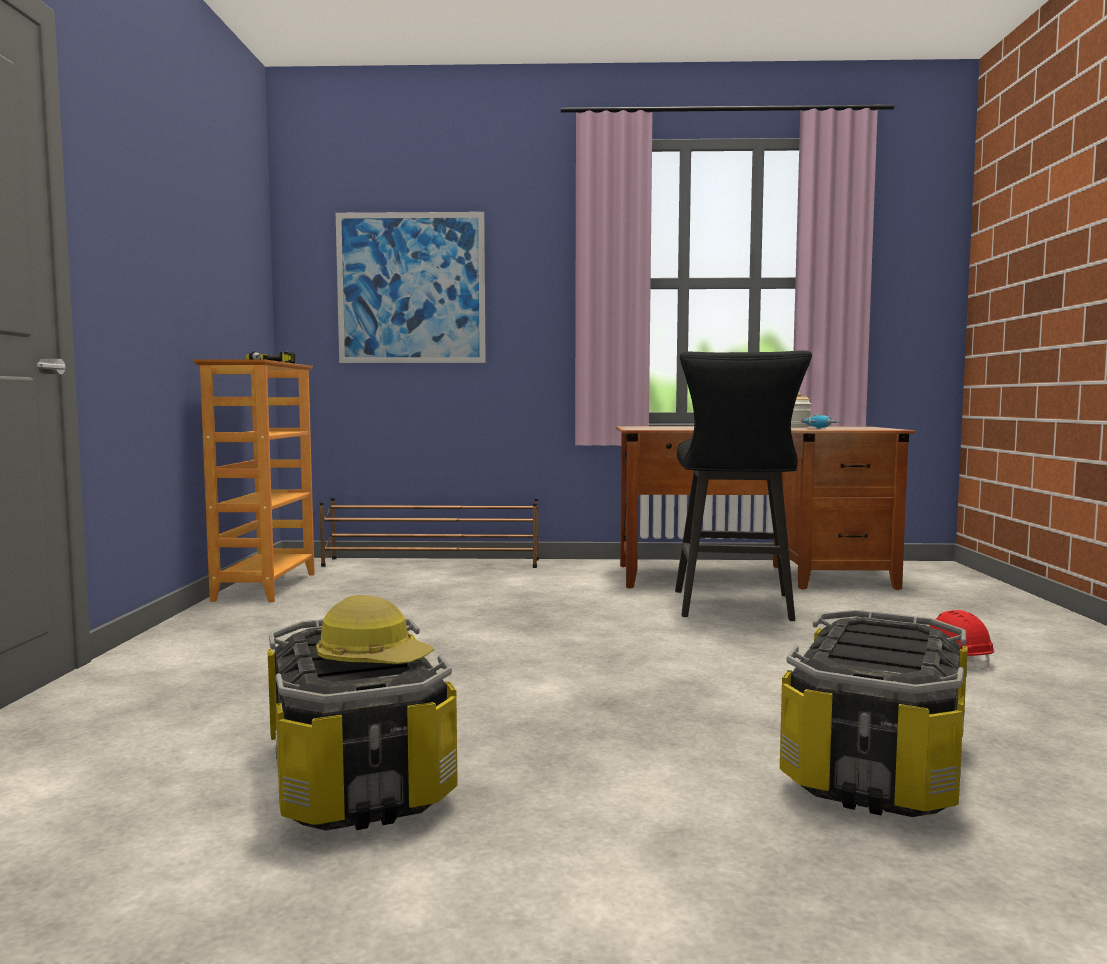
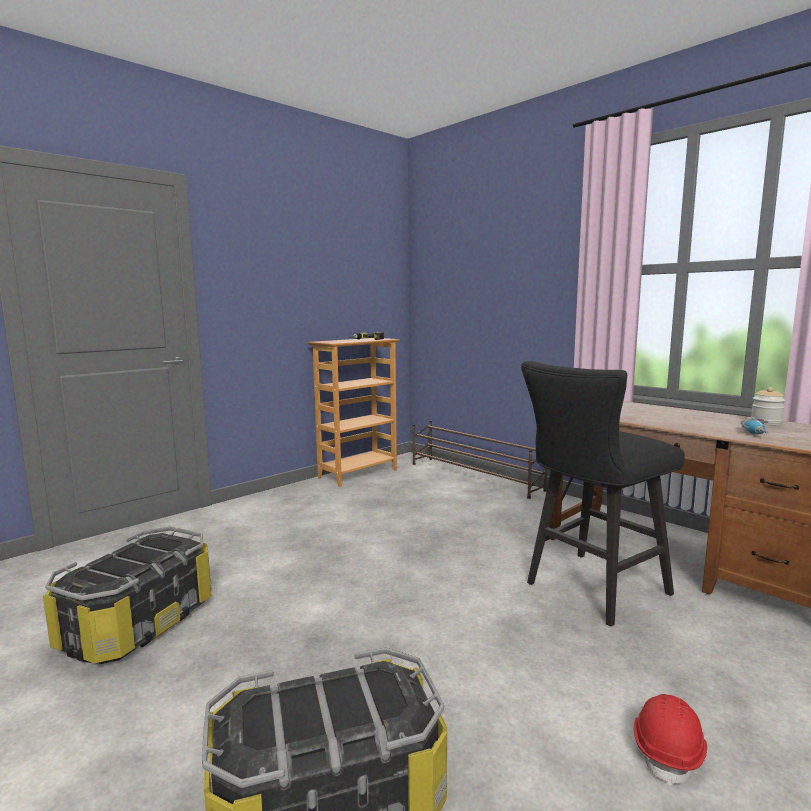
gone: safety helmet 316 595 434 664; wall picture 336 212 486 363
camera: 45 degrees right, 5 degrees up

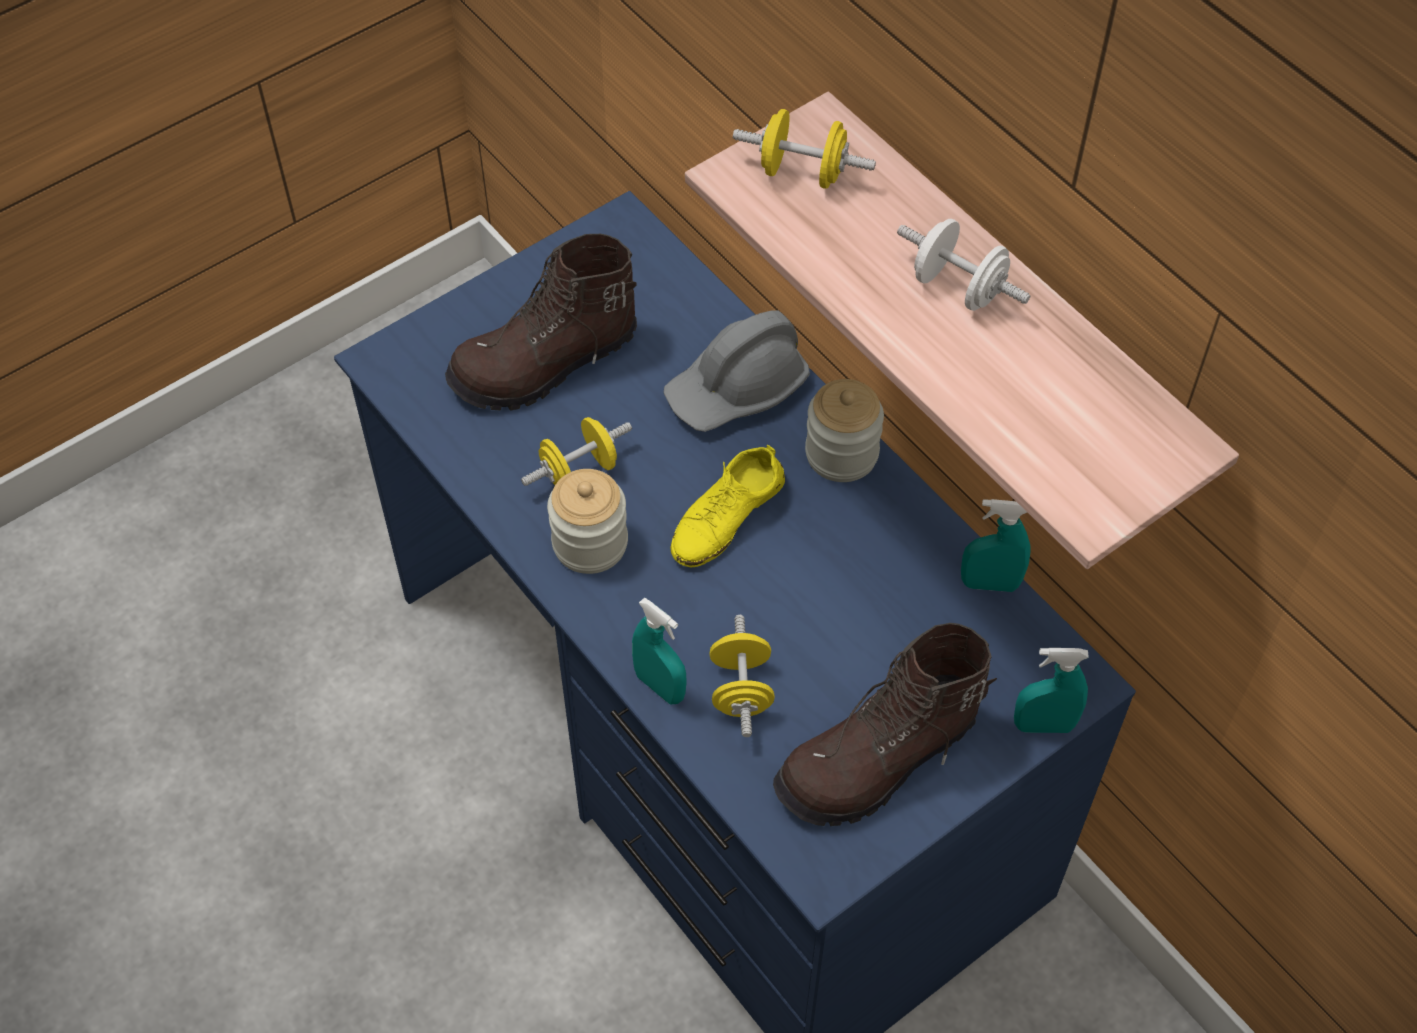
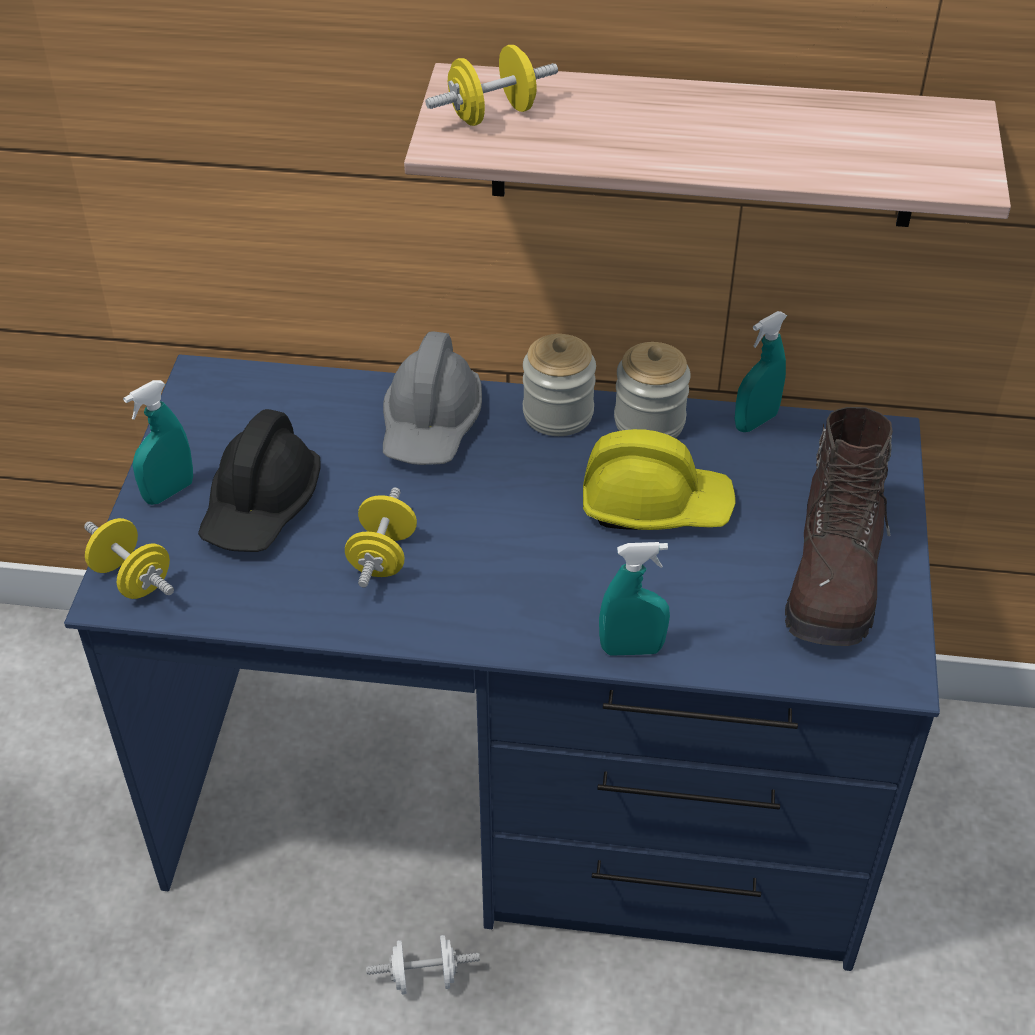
gone: item of footwear (yellowish) 670 445 785 567
new: safety helmet (yellowish) 583 429 736 530
shifted: preserve jar 547 469 628 574 to 614 342 691 438; dumbbell (yellowish) 709 615 775 737 to 84 518 174 599; dumbbell (white-coloured) 897 219 1030 311 to 366 935 480 994; spray bottle (blue-green) 1014 648 1089 733 to 123 380 193 505
swapped: high-top boot (brownish) 445 234 637 411 to safety helmet (blackish) 198 409 321 552
camera: 45 degrees left, 10 degrees down

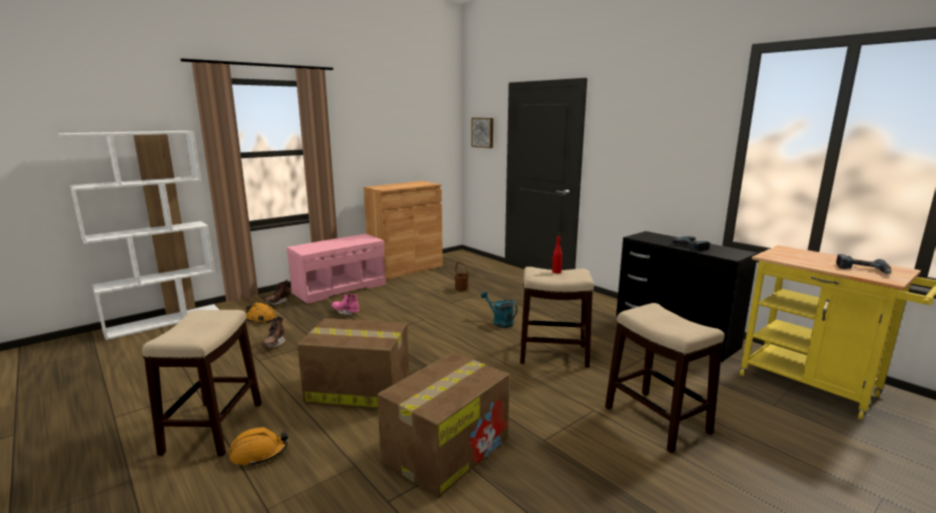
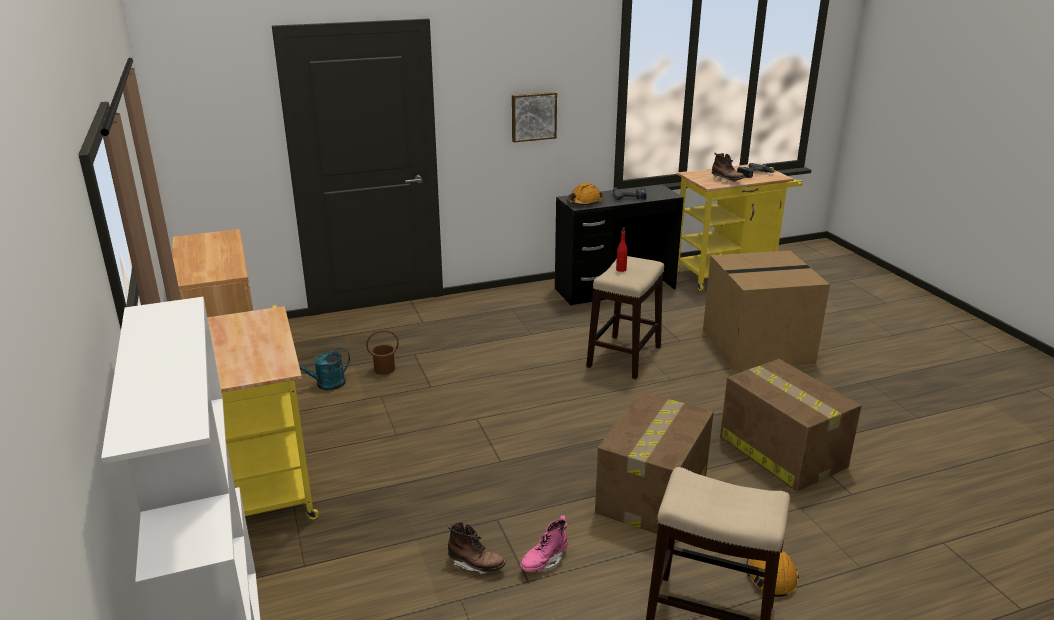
shifted: safety helmet (orange) 246 303 276 323 to 567 183 603 205; high-top boot (brownish) 264 280 291 305 to 712 153 745 182; high-top boot (pink-coloured) 332 294 359 316 to 520 515 568 572; wall picture 471 118 493 148 to 512 92 557 142; watering can (blue-green) 481 291 518 328 to 299 347 350 390
swapped: indoor bench (pink-coloured) 286 234 386 304 to wheeled cart (yellowish) 207 305 319 519; stool seat 605 303 724 453 to packing box 703 250 830 371
camera: 70 degrees left, 10 degrees up

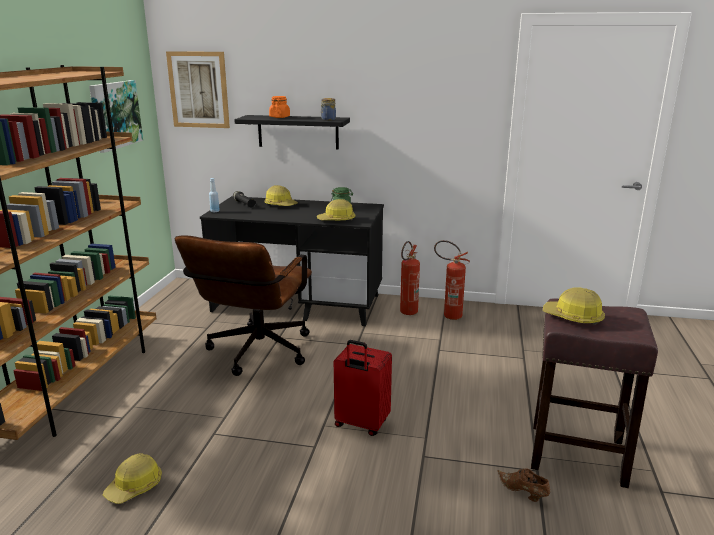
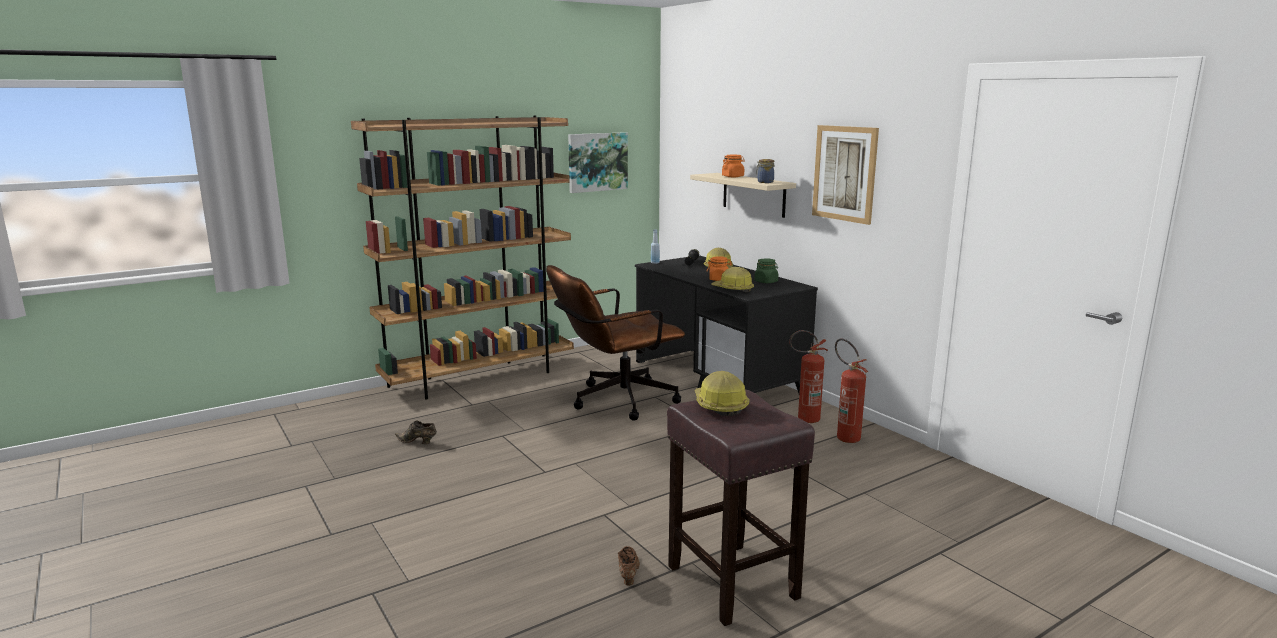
gone: piece of luggage (red-coloured) 334 340 392 436
new: preserve jar (orange) 707 256 732 281
shifted: wall picture 166 51 230 128 to 812 125 879 225
swapped: safety helmet 103 453 162 504 to item of footwear (brownish) 395 421 437 444
repainted: wall shelf (blackish) 234 115 350 150 to wall shelf (beige) 690 173 796 218
camera: 45 degrees right, 5 degrees down

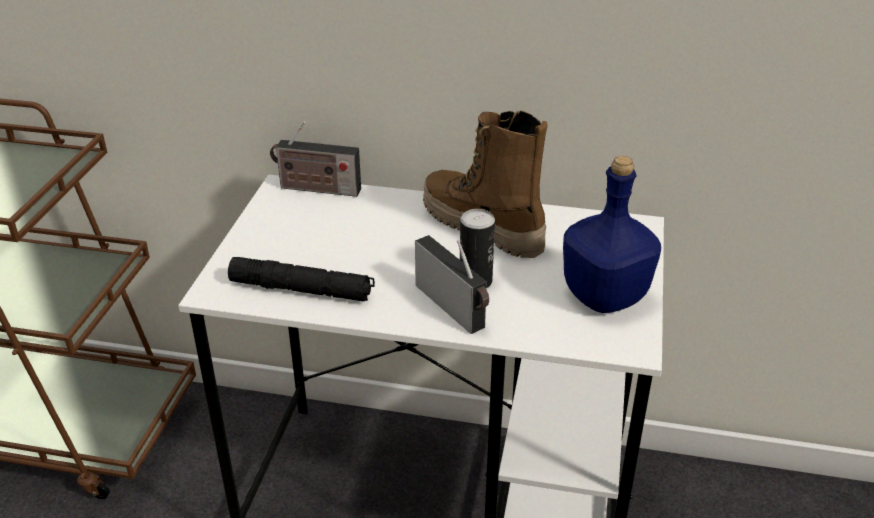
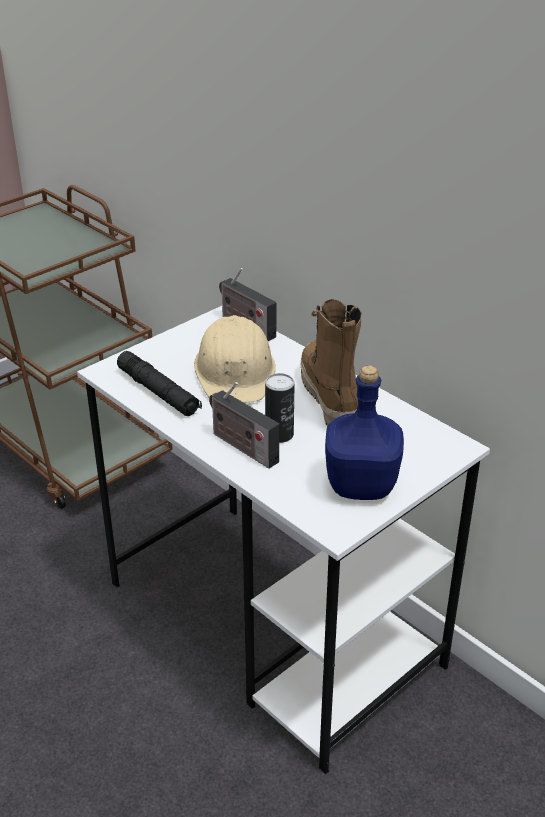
new: safety helmet (beige) 194 315 276 403
rotated: radio receiver 415 235 489 334 = 209 382 279 468 135 degrees clockwise
camera: 35 degrees right, 0 degrees up

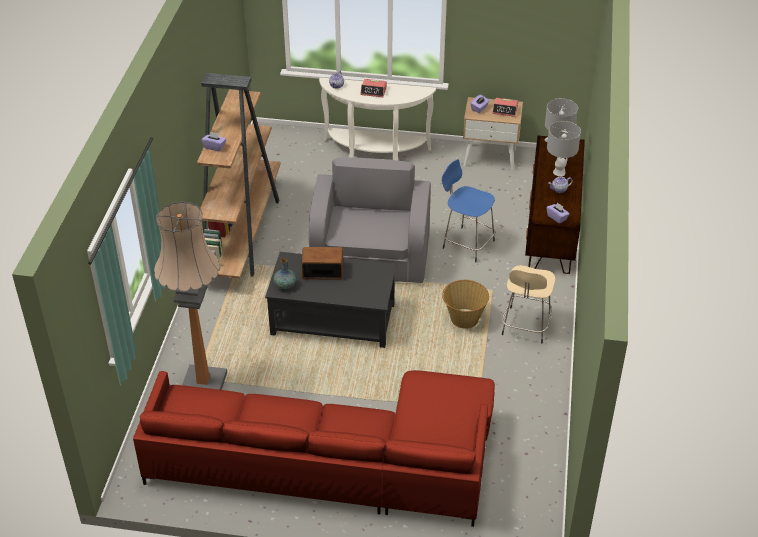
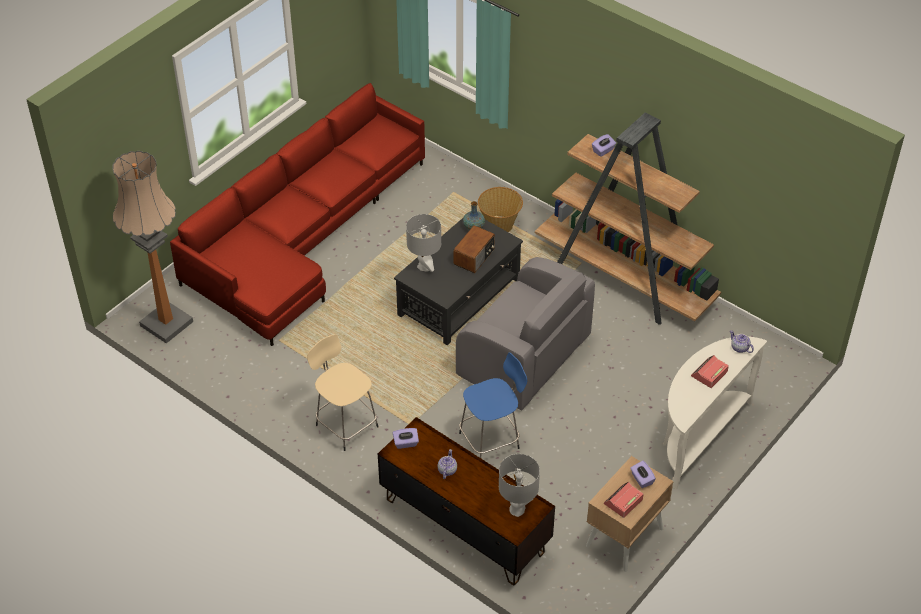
shifted: standing lamp 154 201 227 390 to 112 151 193 343; storage basket 442 280 489 329 to 478 187 523 232; lamp for a table (greyish) 547 121 581 176 to 406 214 441 272
camera: 120 degrees right, 5 degrees up

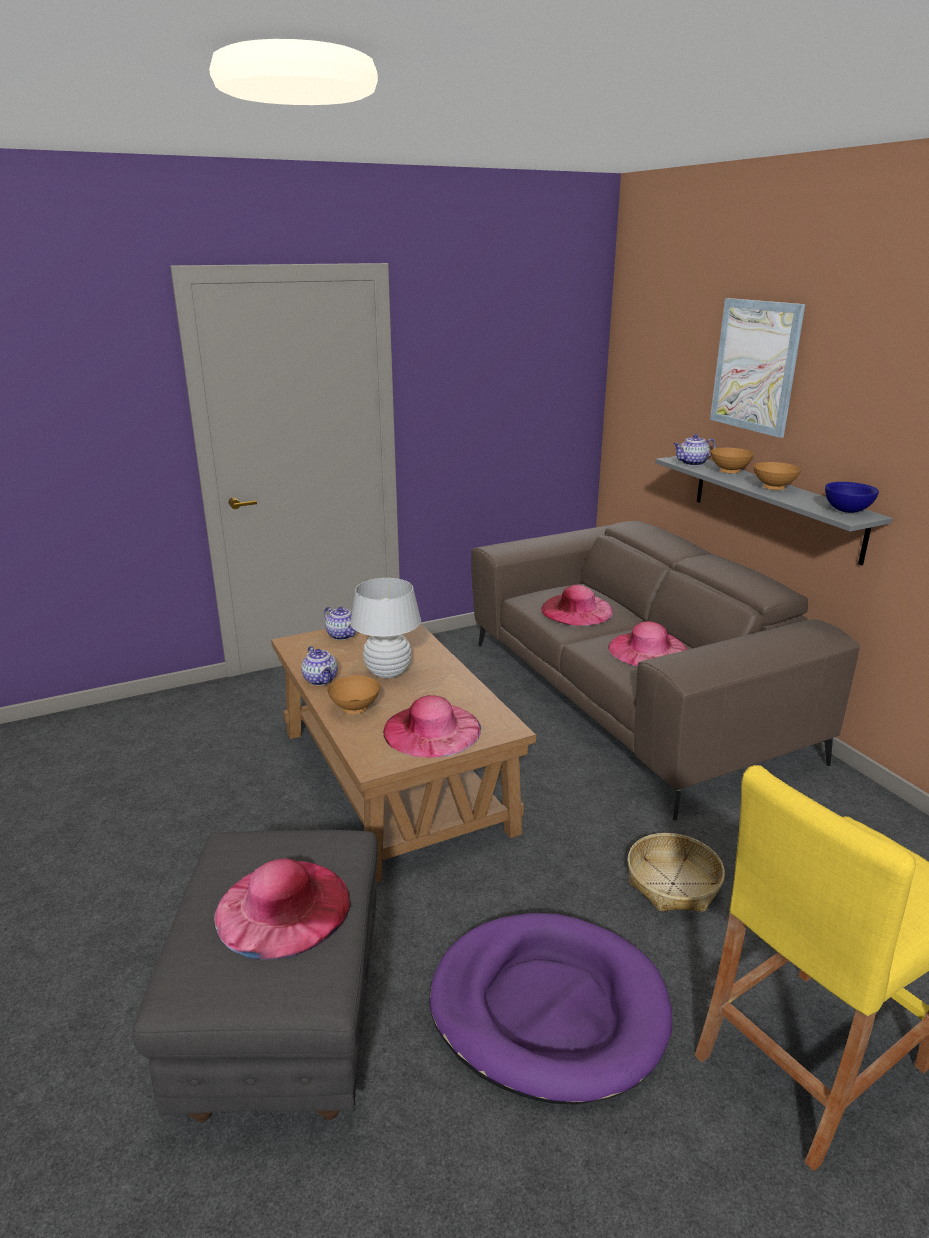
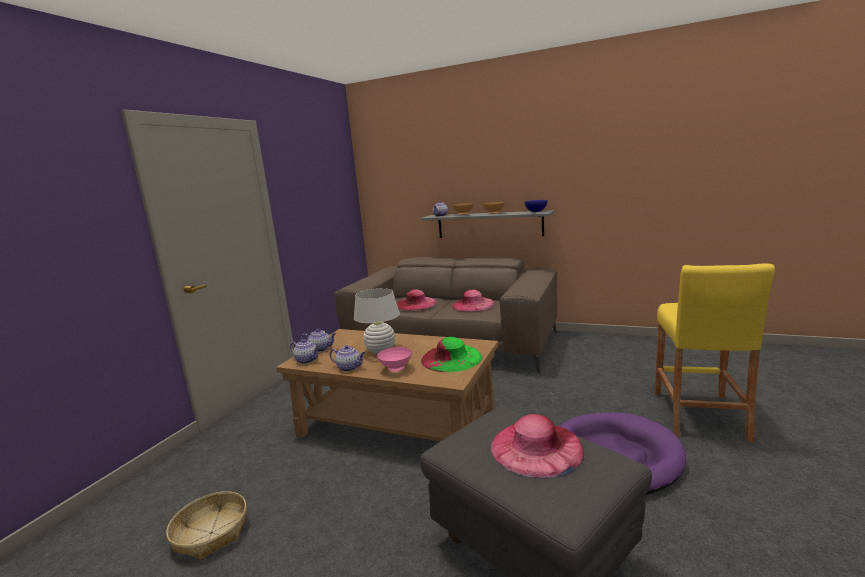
gone: wall picture 710 298 805 438
new: teapot 290 339 319 364
shifted: storage basket 627 833 725 912 to 166 491 247 560
repainted: deep dish (brownish) 328 676 380 714 to deep dish (pink-coloured) 377 347 412 371; wearable hat (pink-coloured) 383 695 481 758 to wearable hat (green) 421 337 482 372
camera: 40 degrees left, 10 degrees down

